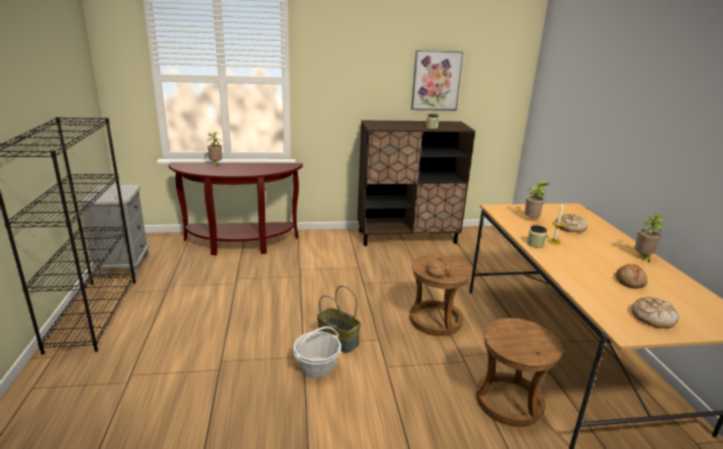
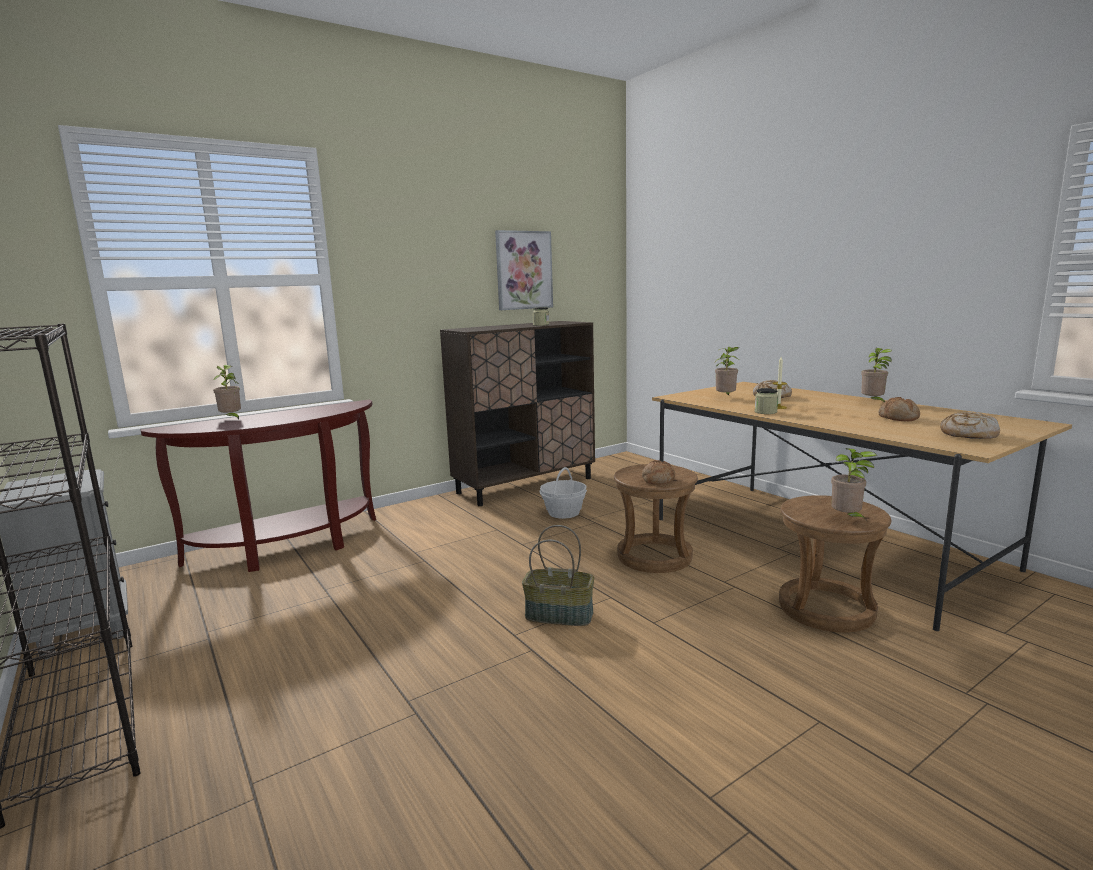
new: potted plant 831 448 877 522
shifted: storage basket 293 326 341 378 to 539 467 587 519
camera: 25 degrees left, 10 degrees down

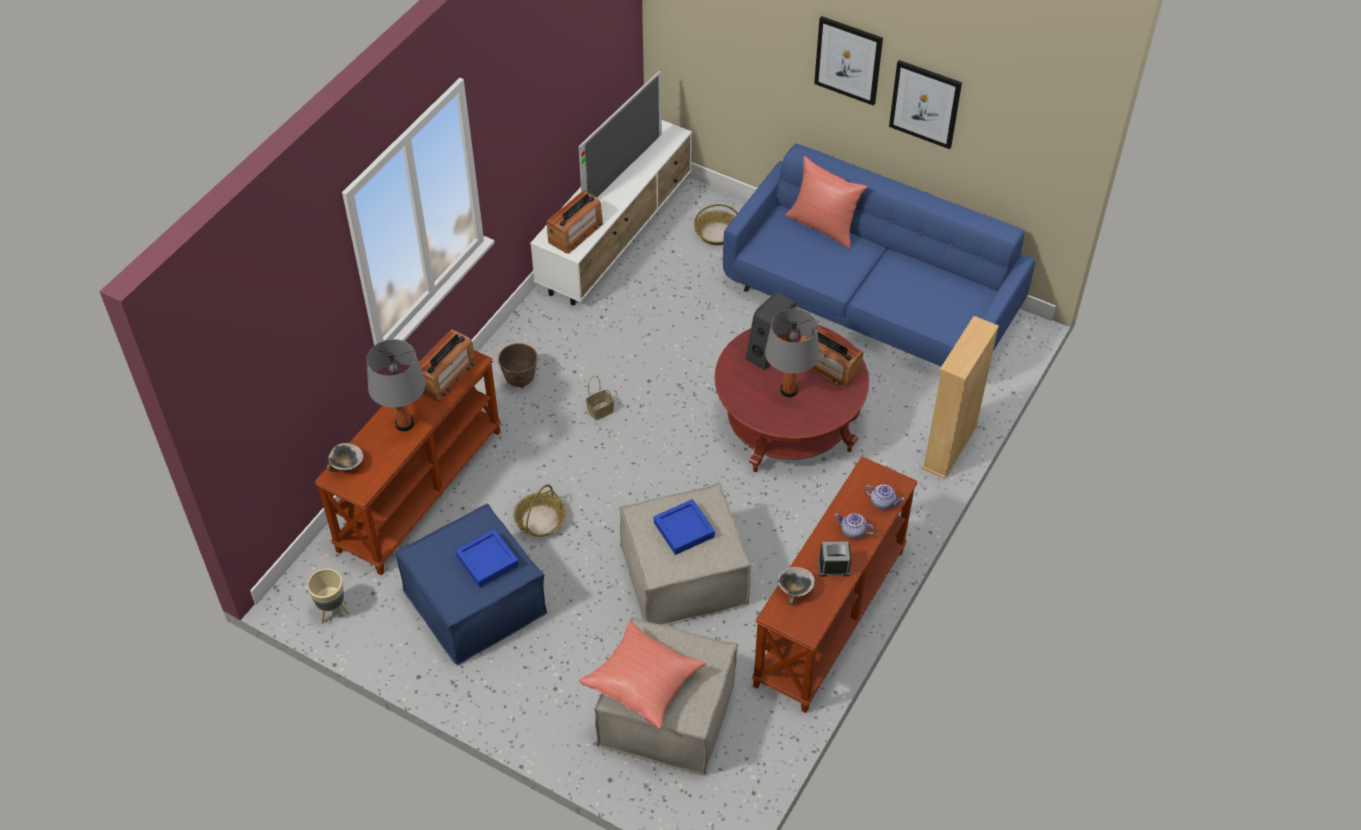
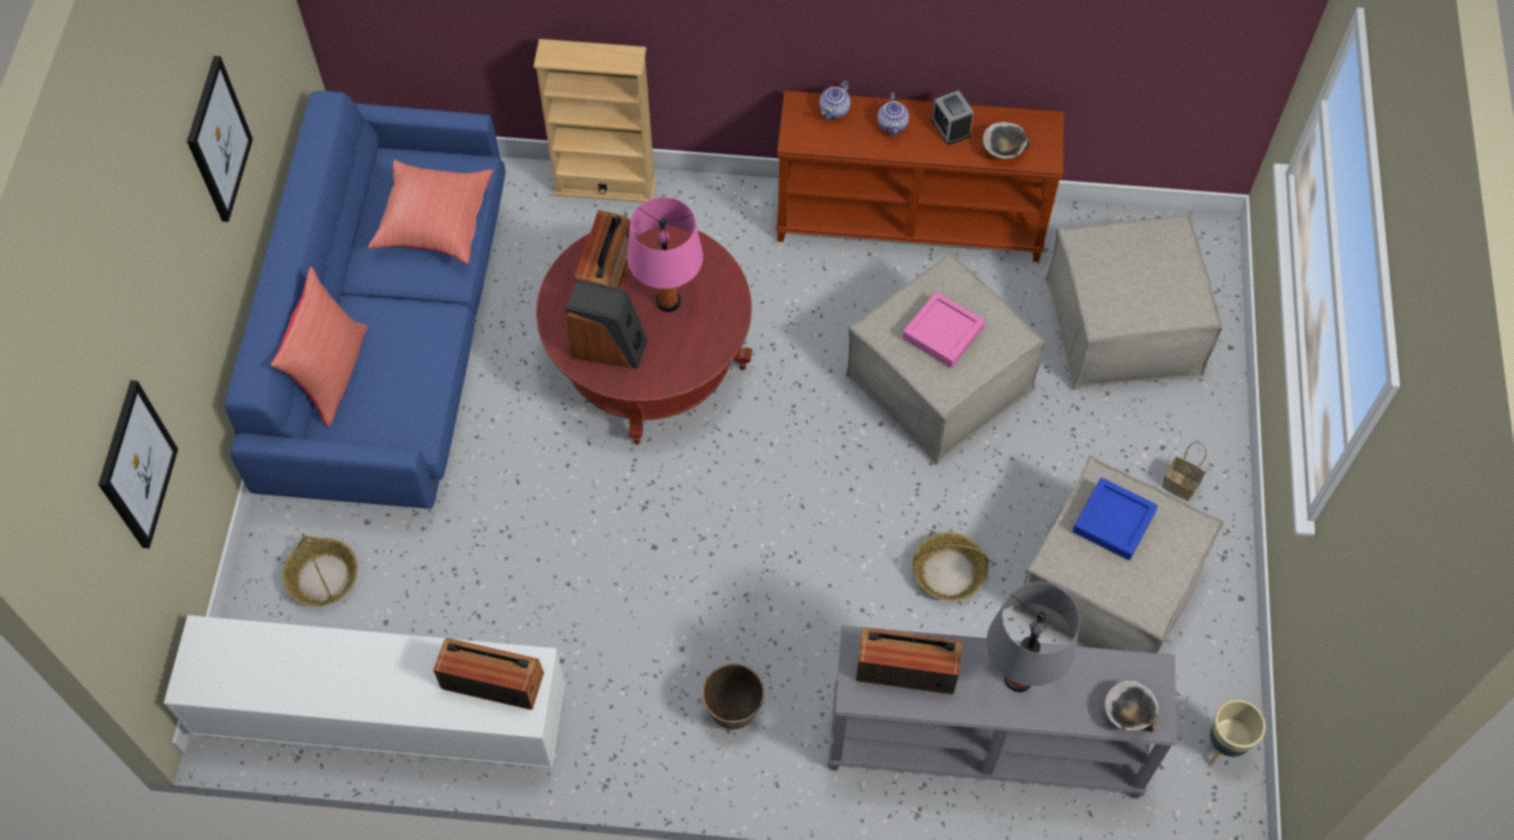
gone: TV set 578 70 662 197
shifted: cushion (red-coloured) 579 621 706 729 to 368 160 493 264; storage basket 586 376 614 421 to 1161 442 1207 501; wall picture 814 16 883 106 to 98 380 178 549
repainted: console table (brownish) 315 350 501 575 to console table (greyish) 829 625 1177 798; footrest (blue) 396 503 547 665 to footrest (beige) 1013 456 1225 653; serving tray (blue) 654 499 715 555 to serving tray (pink-coloured) 902 291 985 368; lamp for a table (greyish) 765 309 819 397 to lamp for a table (pink-coloured) 627 197 703 312
rotated: teapot 864 484 904 510 = 819 80 851 120 150 degrees counterclockwise
camera: 115 degrees left, 10 degrees up

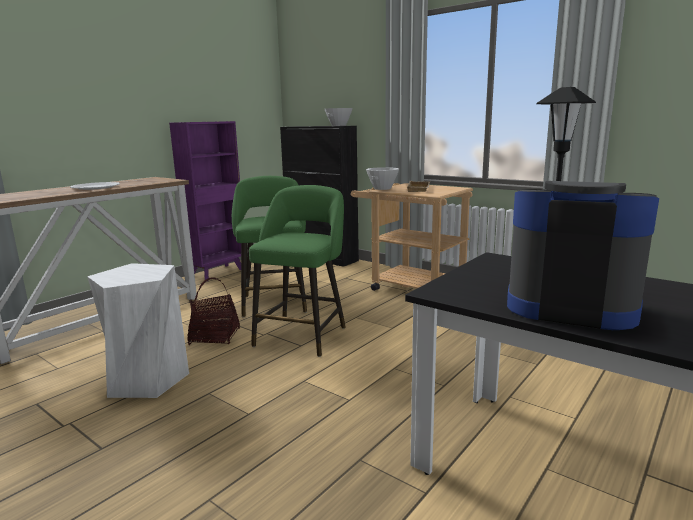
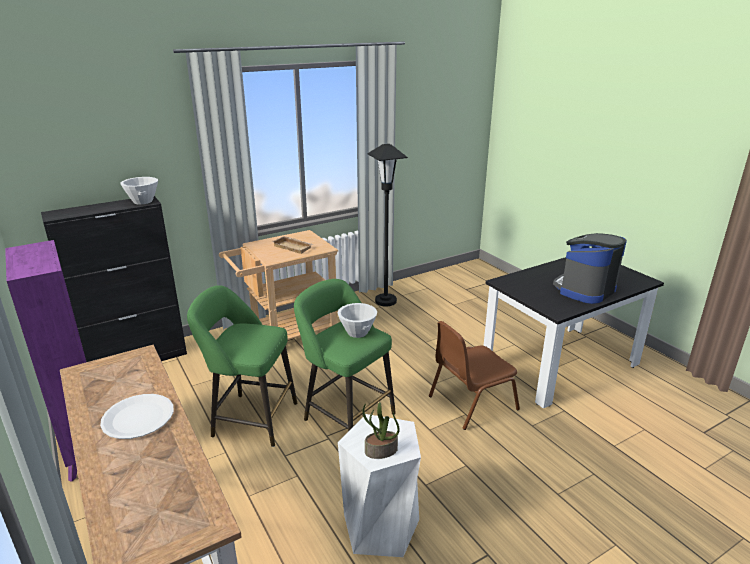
gone: storage basket 187 277 240 345
new: potted plant 362 402 400 459; upright chair (brownish) 429 321 520 430
shifted: deep dish (white-coloured) 366 167 399 190 to 337 303 377 338
camera: 70 degrees left, 10 degrees up

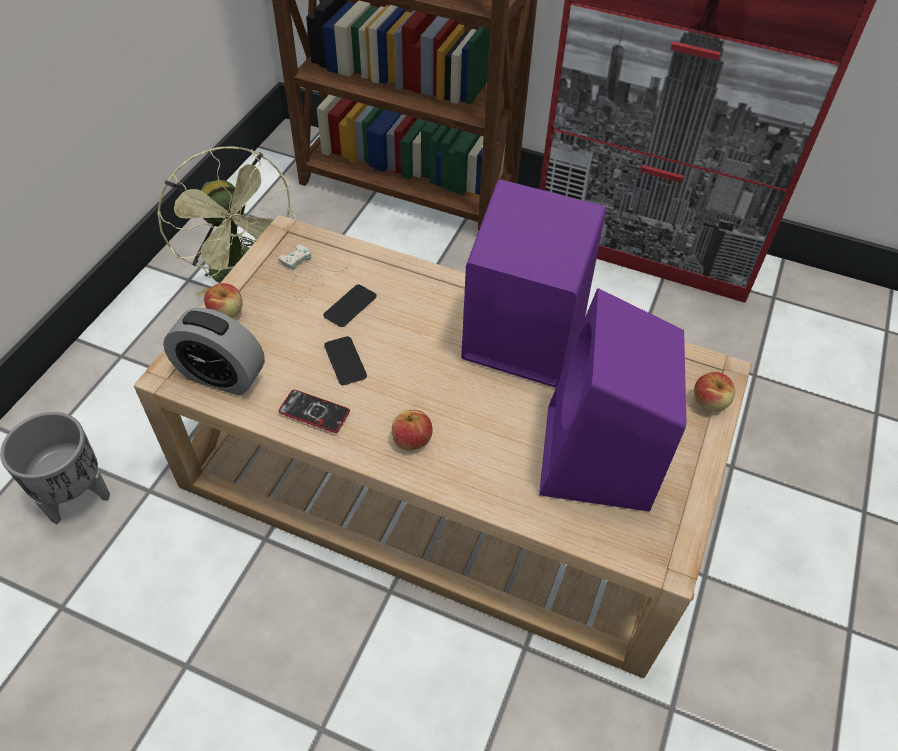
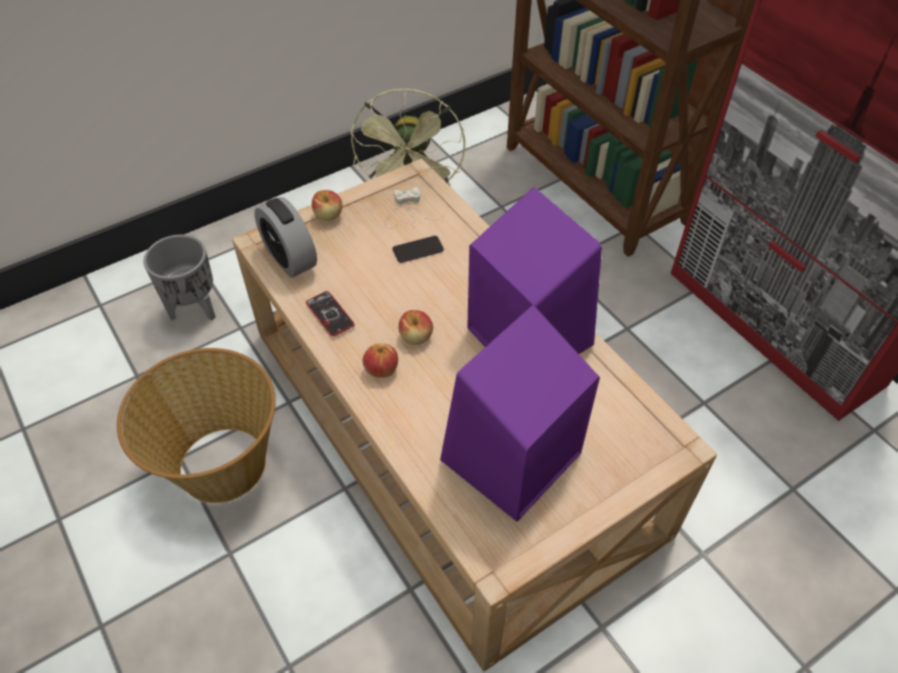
gone: handset 324 336 367 385
new: storage basket 117 348 276 503
shifted: whole apple 694 372 735 411 to 399 310 433 345
camera: 35 degrees right, 0 degrees up

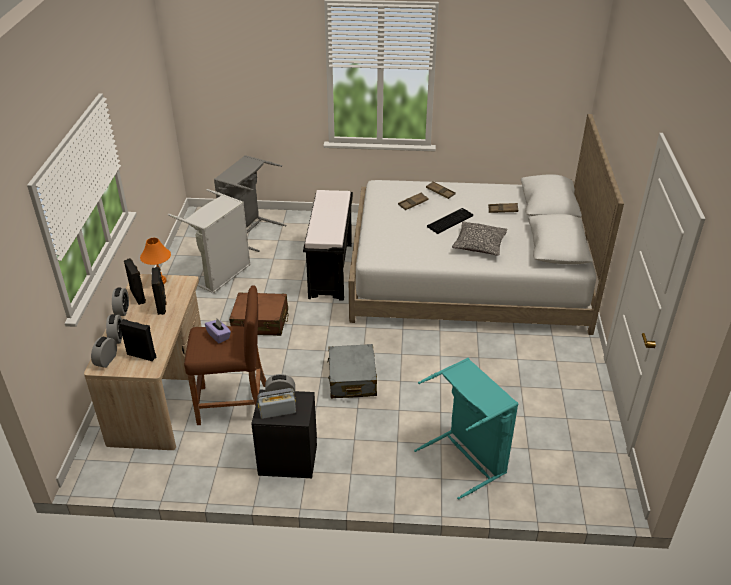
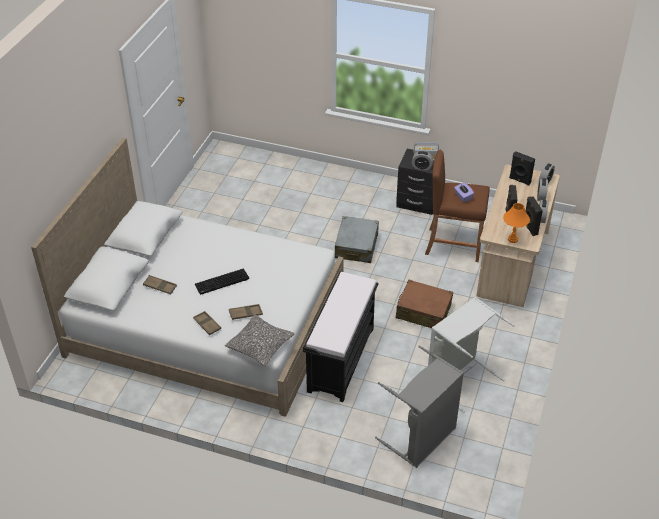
gone: washing basket (blue-green) 414 358 519 500
shifted: cushion 452 221 508 255 to 225 314 294 366
camera: 165 degrees left, 5 degrees up

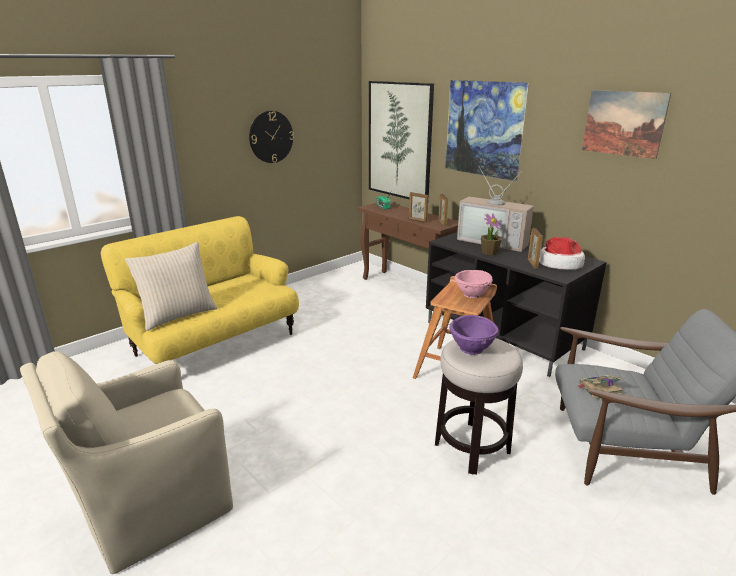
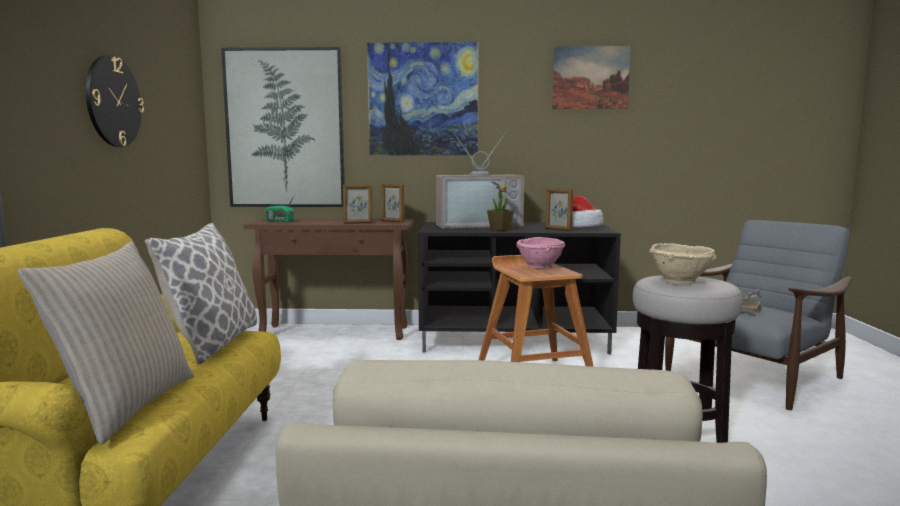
new: cushion 145 223 257 364
repainted: deep dish (purple) 449 315 499 355 to deep dish (beige) 649 243 717 284
camera: 45 degrees left, 15 degrees down

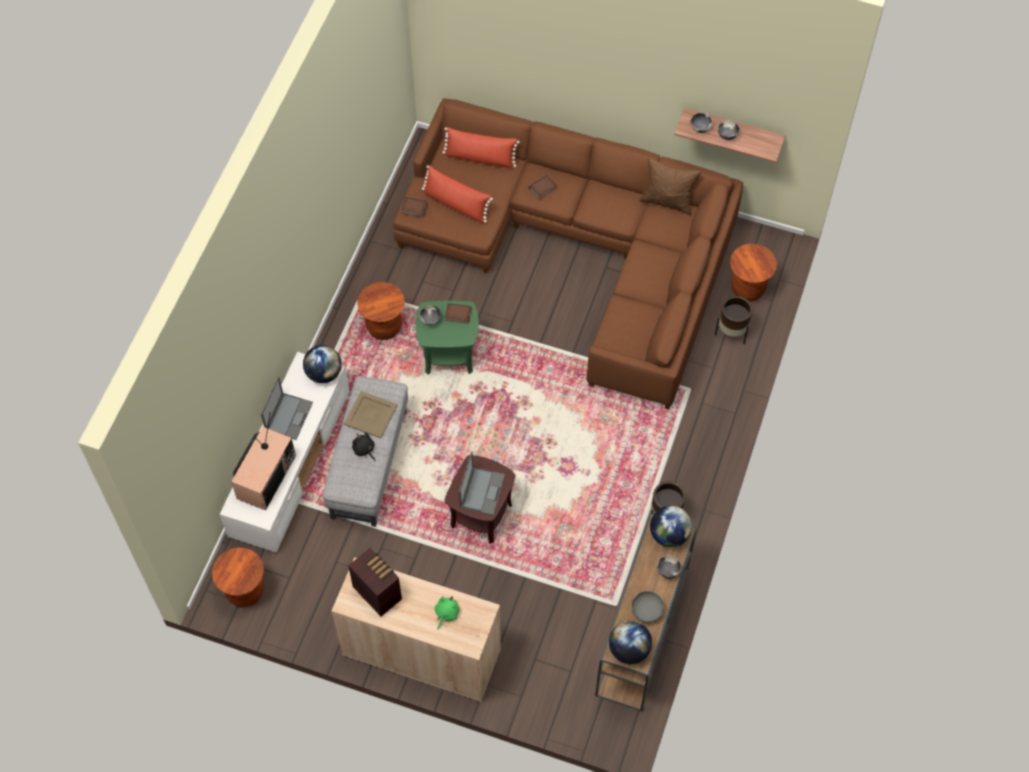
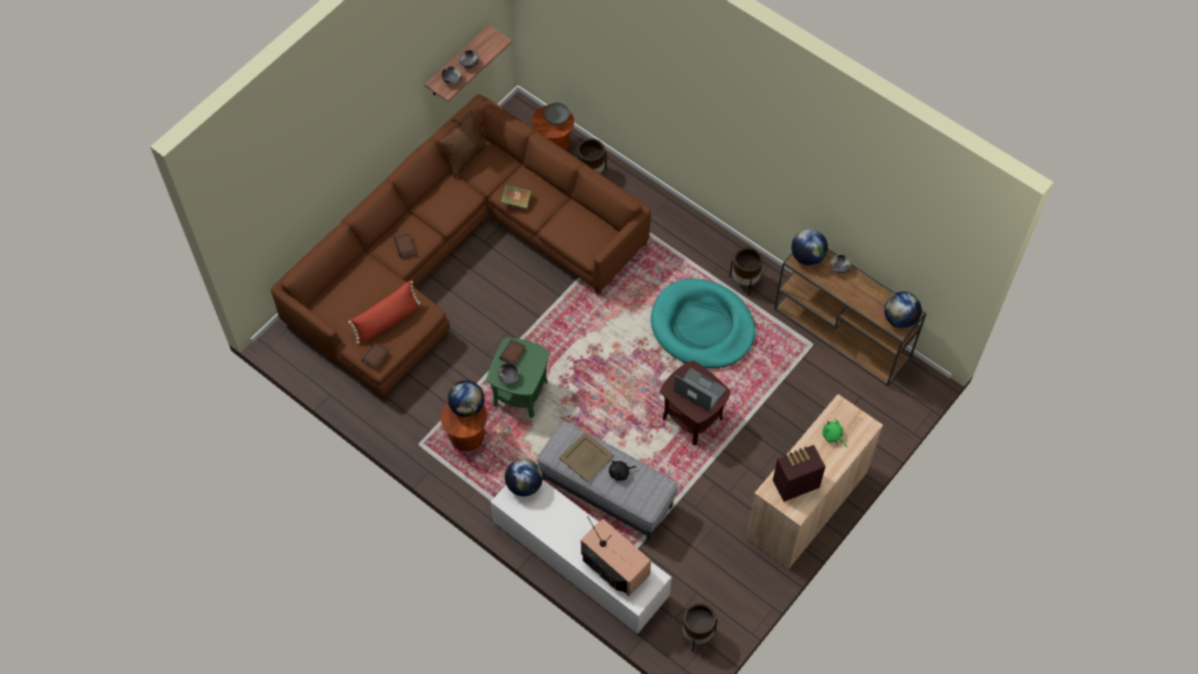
gone: portable computer 261 376 313 440; cushion (red-coloured) 442 127 519 168
new: desk globe 448 380 485 417; bound book 500 183 532 209; pet bed (blue-green) 651 279 755 368
shifted: deep dish (greyish) 631 591 664 623 to 544 102 570 126
swapped: stool seat (brownish) 212 548 264 607 to flower pot (brownish) 683 603 717 652
camera: 70 degrees left, 0 degrees up

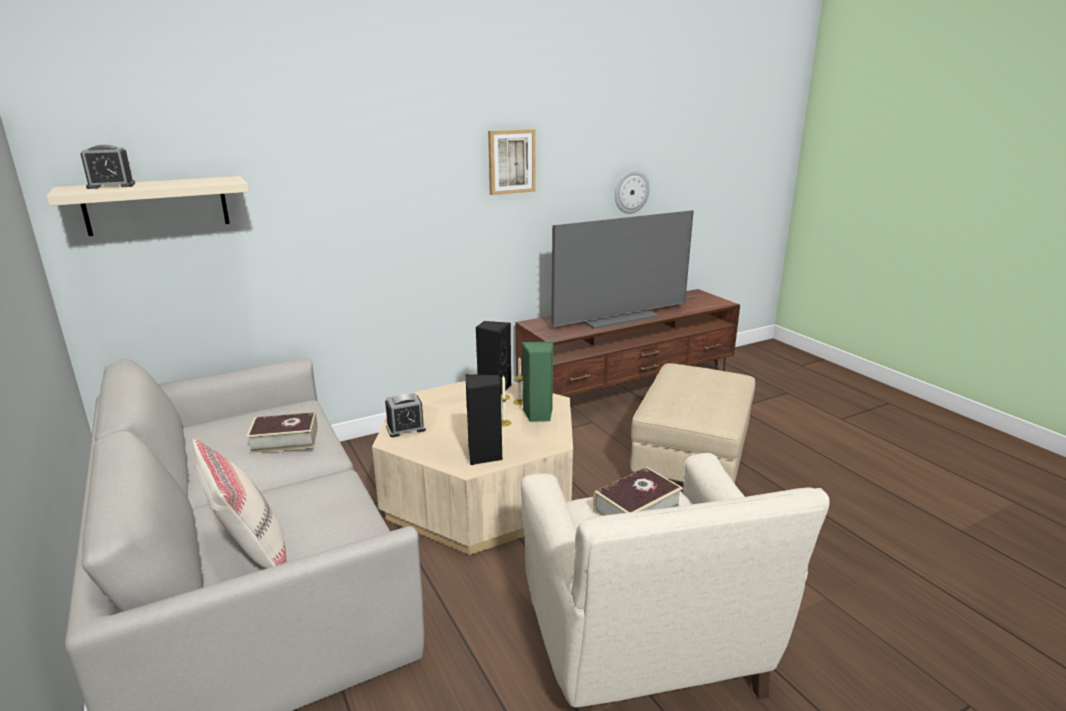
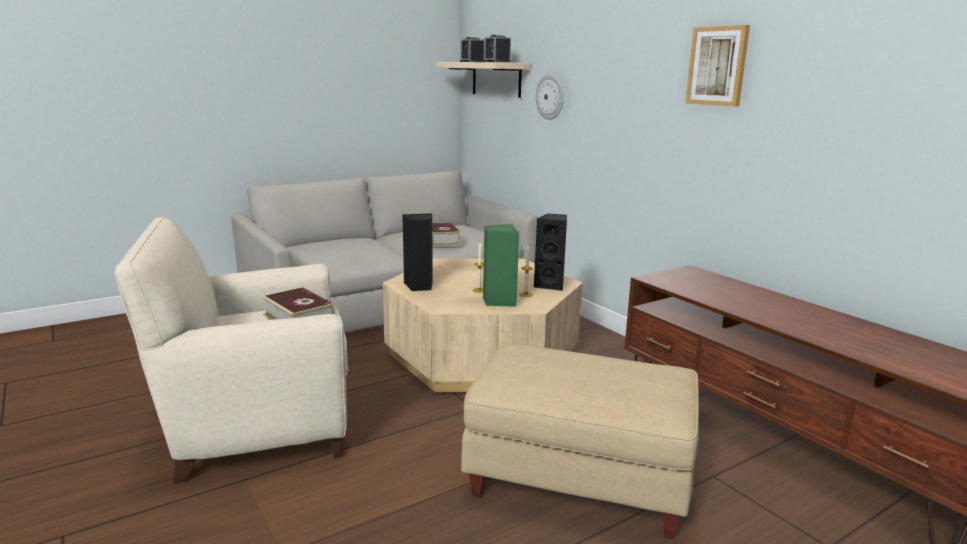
gone: cushion (beige) 193 438 287 569; TV set 551 210 694 329
shifted: alarm clock 385 393 426 437 to 484 34 511 62; clock on the wall 615 170 650 214 to 536 74 564 120
camera: 85 degrees right, 5 degrees down

